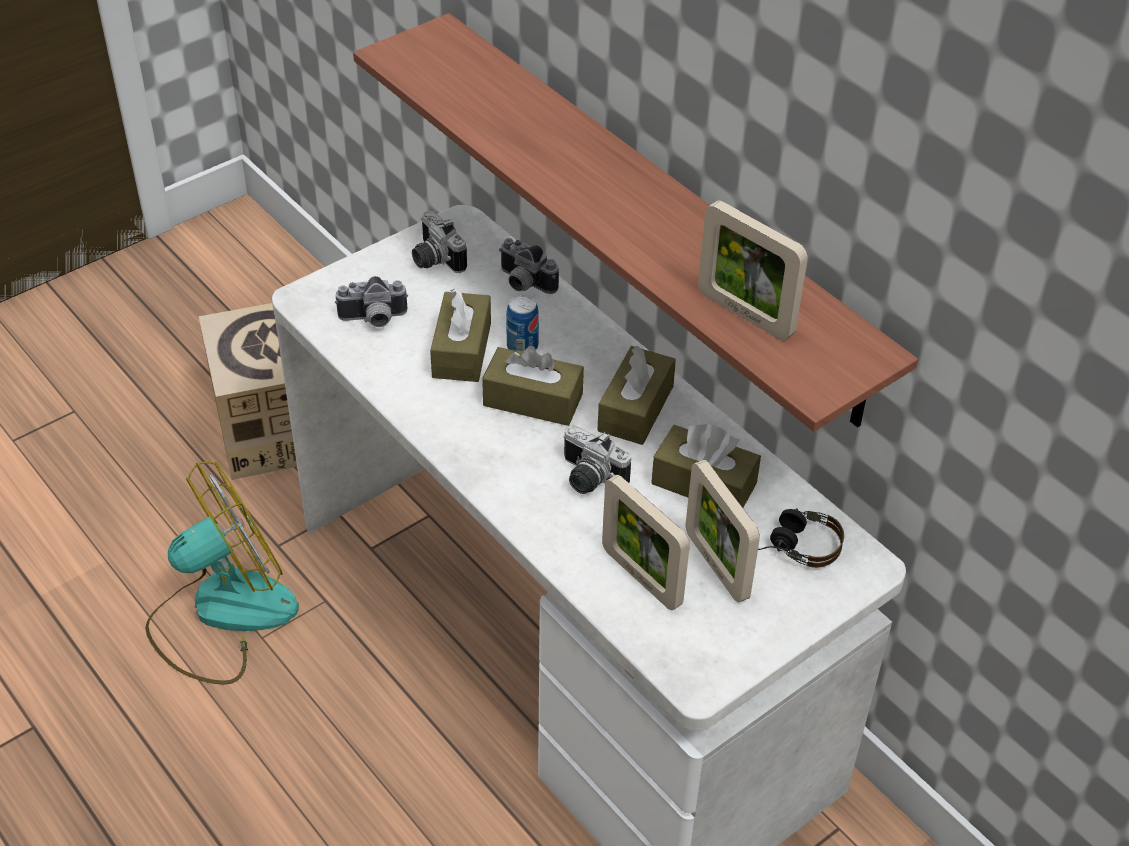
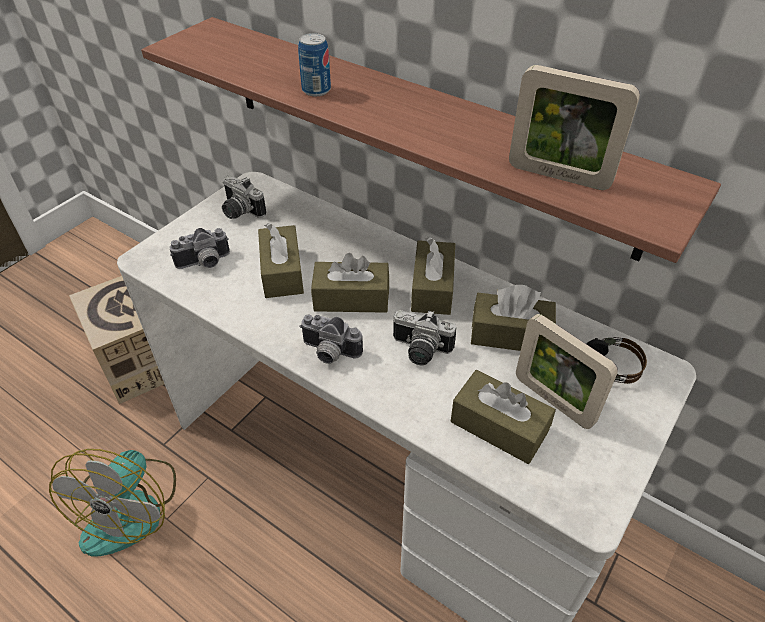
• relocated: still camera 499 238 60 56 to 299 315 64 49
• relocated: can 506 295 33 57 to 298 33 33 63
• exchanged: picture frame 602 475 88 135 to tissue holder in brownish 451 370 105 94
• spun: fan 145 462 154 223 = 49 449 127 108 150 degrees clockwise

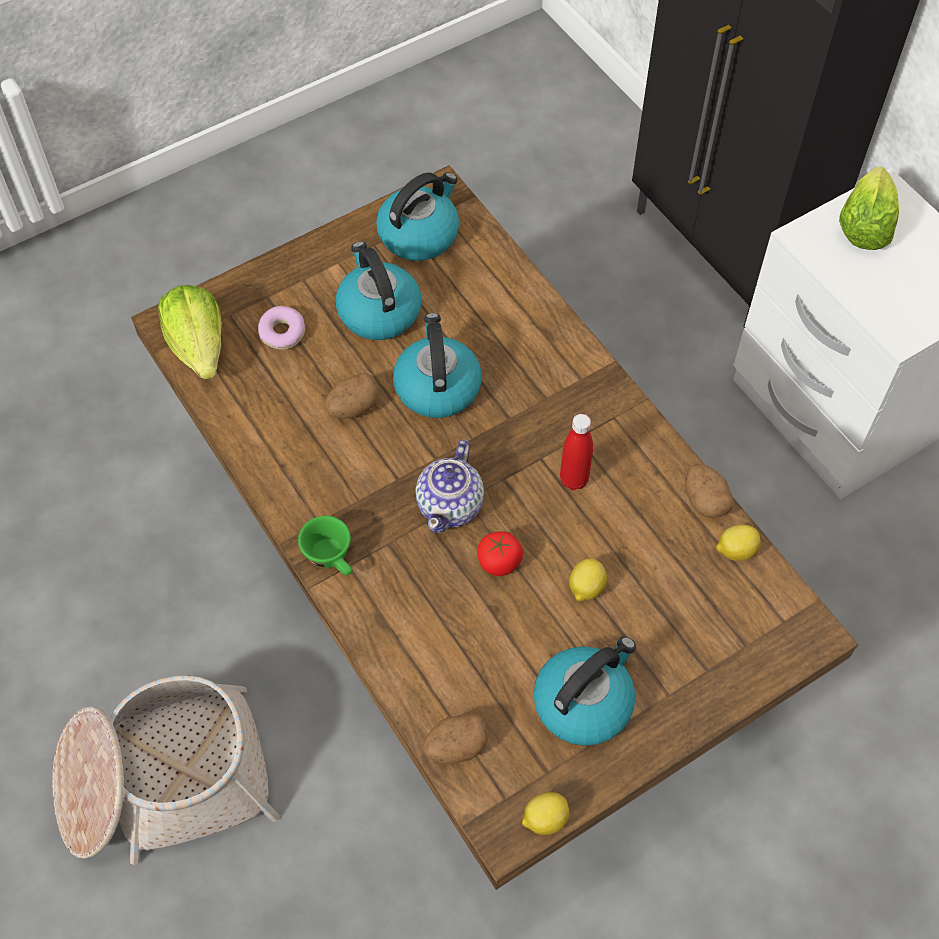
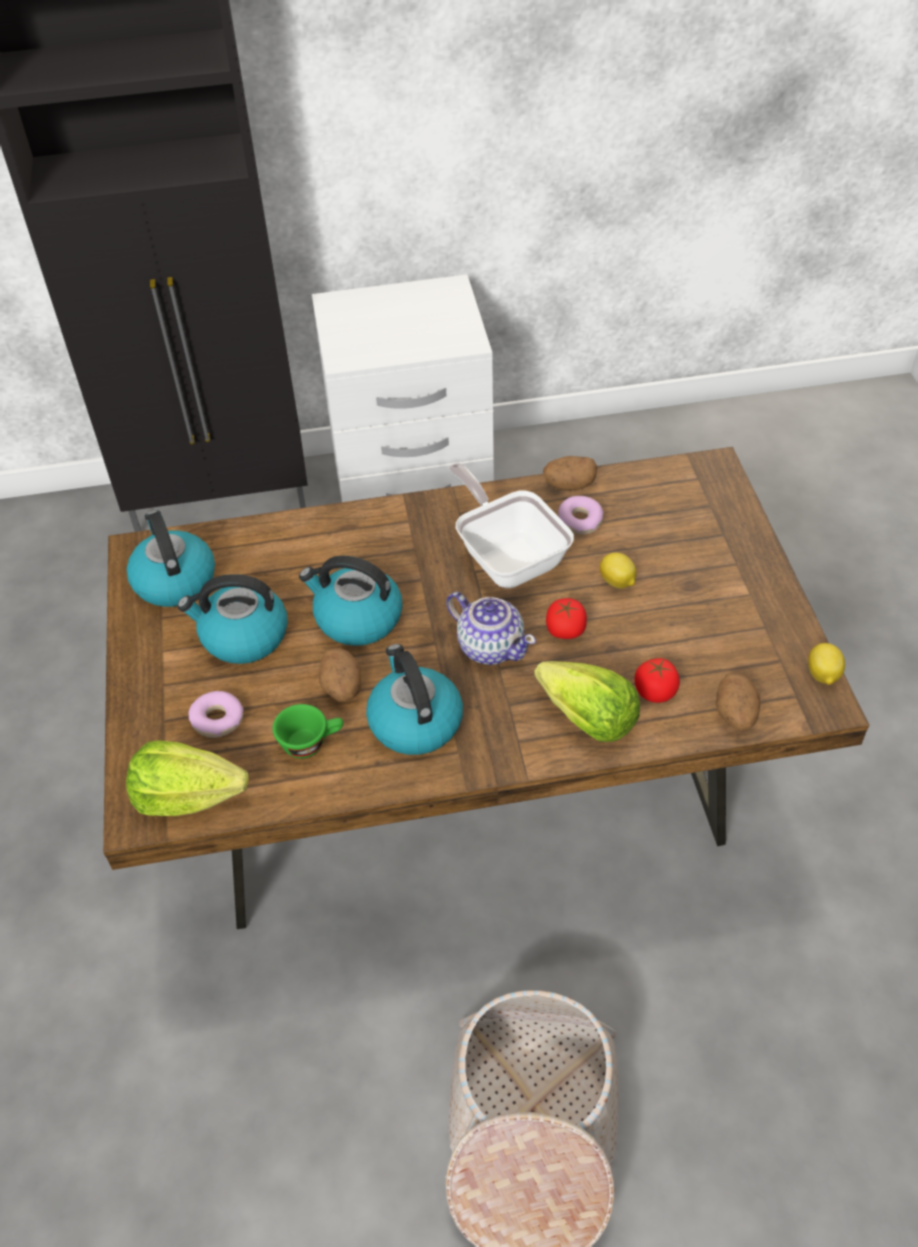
• missing: citrus fruit 716 525 45 36
• appeared: ring doughnut 558 496 45 38
• appeared: whole tomato 634 658 46 45
• relocated: drinking cup in greenish 298 516 55 59 to 273 704 70 54
• relocated: tea kettle 534 636 102 110 to 366 644 97 111
• relocated: lettuce head 839 166 60 84 to 534 661 106 81
• exchanged: beverage bottle in red 560 414 33 76 to frying pan 449 463 125 125

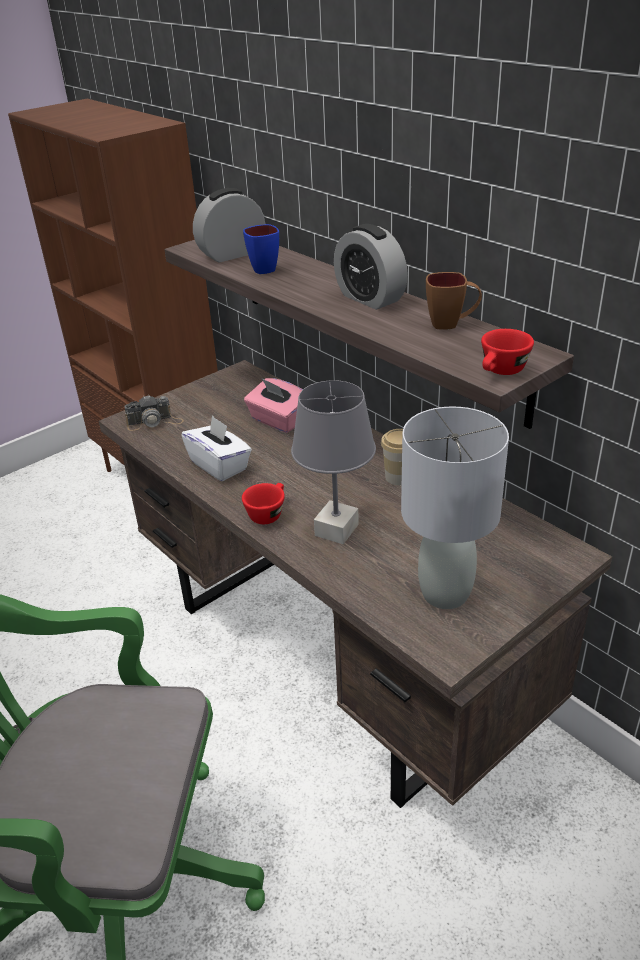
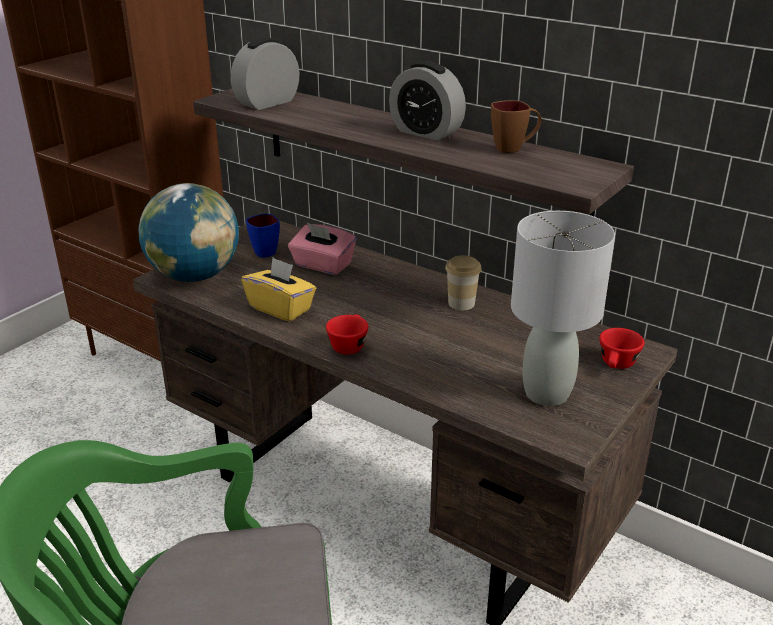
• missing: table lamp in gray 291 380 85 164
• relocated: tea mug in blue-coloured 243 224 36 50 to 246 214 34 44
• relocated: drinking cup in red 481 329 53 46 to 599 328 45 41
• exchanged: still camera 124 396 60 35 to globe 138 183 101 99
• colour: tissue holder in white-coloured 181 415 70 66 to tissue holder in yellowish 241 258 75 64

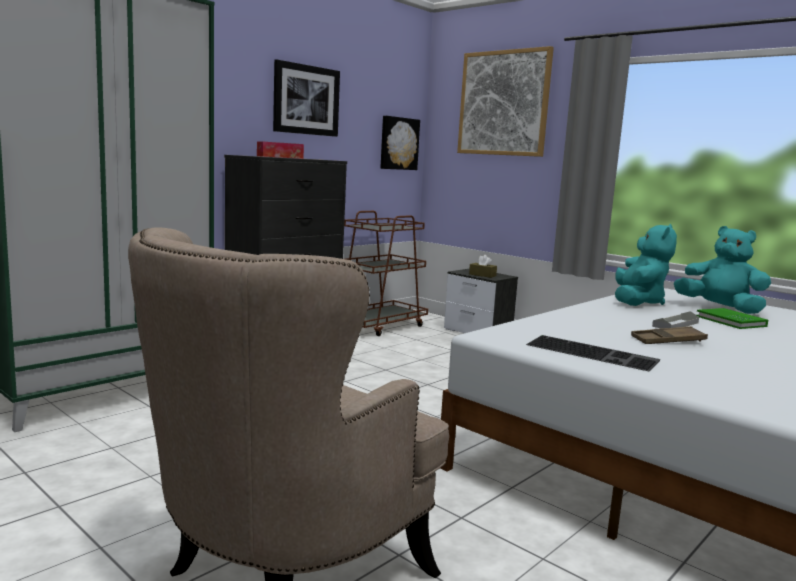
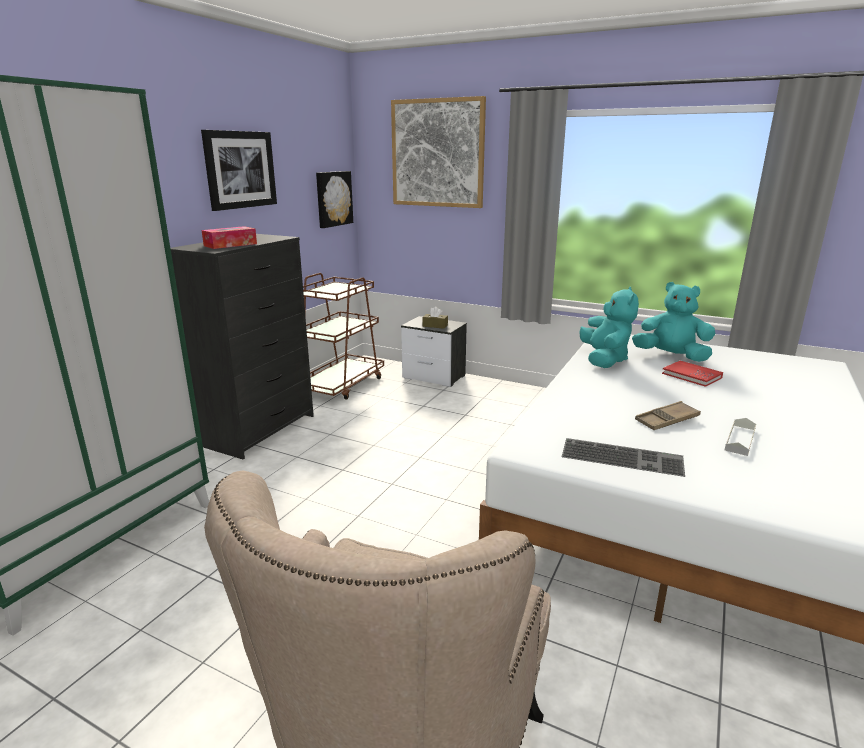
• relocated: tray in gray 652 311 47 18 to 725 418 31 38
• colour: bound book in greenish 697 308 71 21 to bound book in red 662 361 61 26

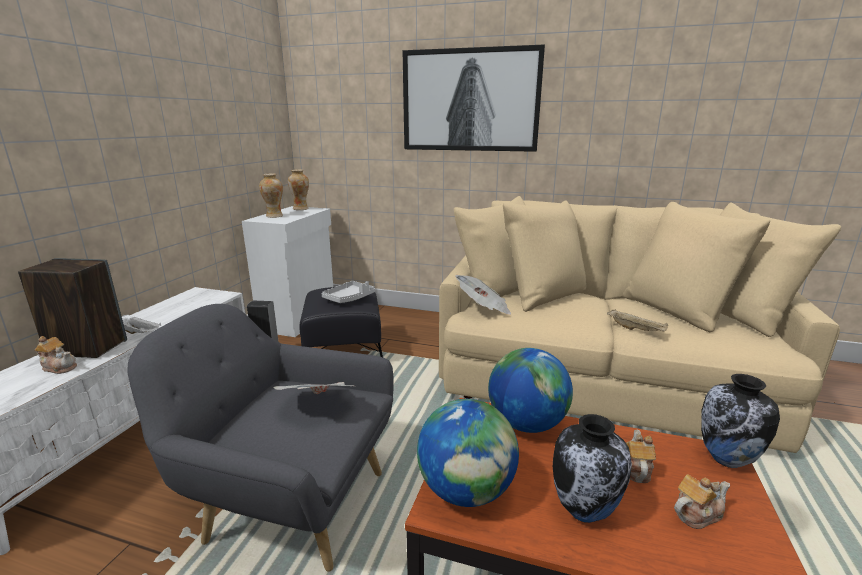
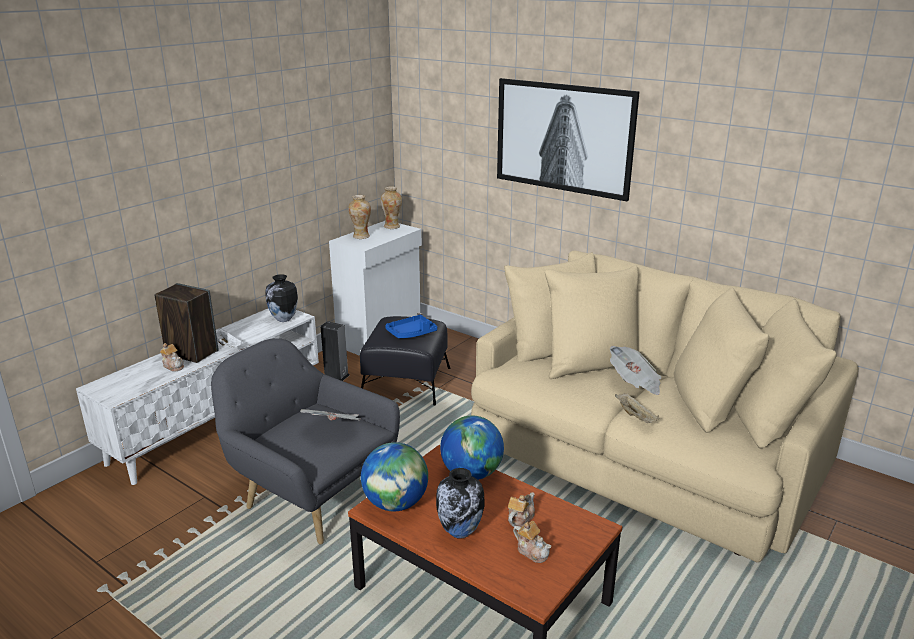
• relocated: daily paper 455 275 57 40 to 610 346 51 49
• relocated: vase 701 374 79 94 to 265 274 33 48
• colour: tray in gray 322 281 53 22 to tray in blue-coloured 385 315 52 23
• spun: pot for tea 674 474 56 55 = 513 521 38 42 45 degrees clockwise

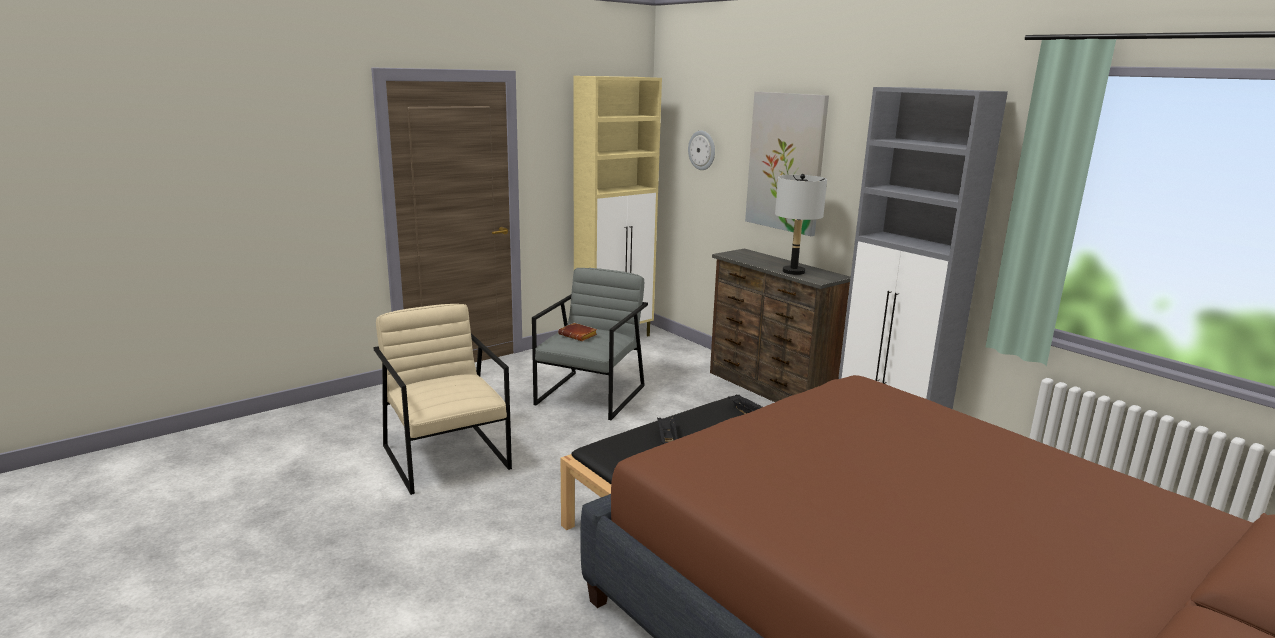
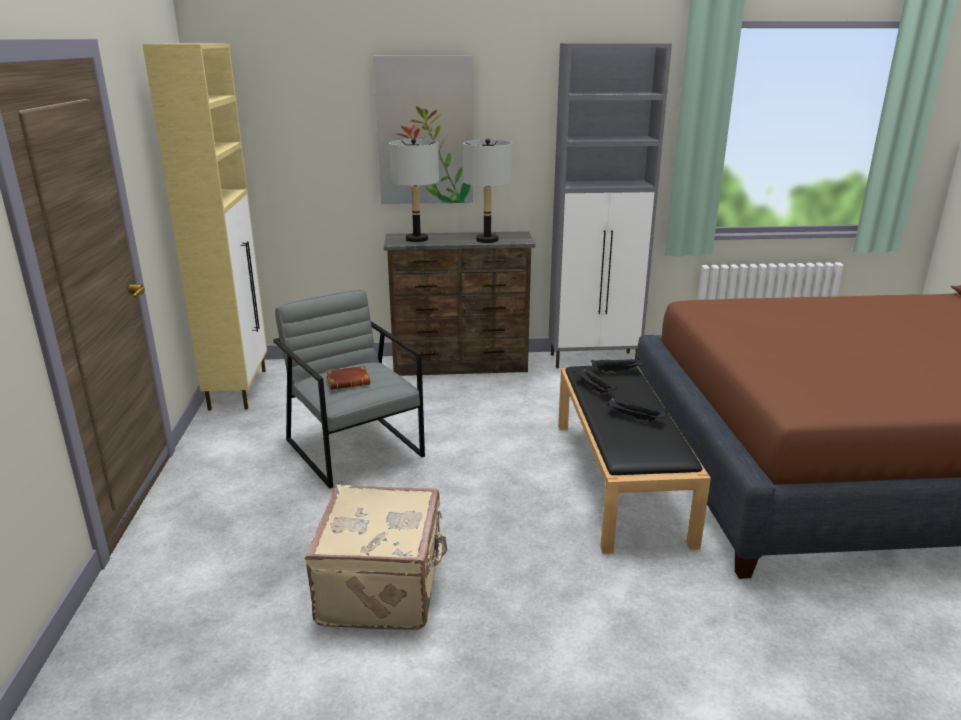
• missing: wall clock 688 131 27 39
• appeared: table lamp in gray 389 138 50 104
• appeared: tray in black-coloured 574 368 43 25
• exchanged: lounge chair in beige 373 304 139 191 to piece of luggage in beige 305 484 142 146

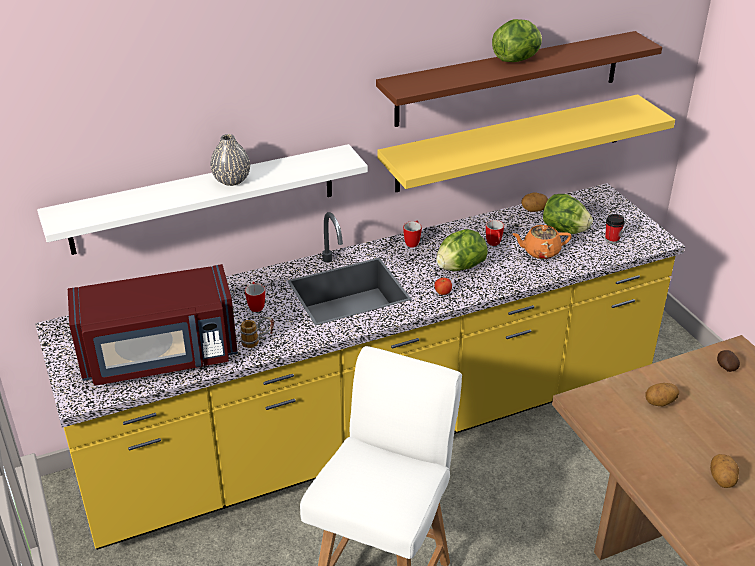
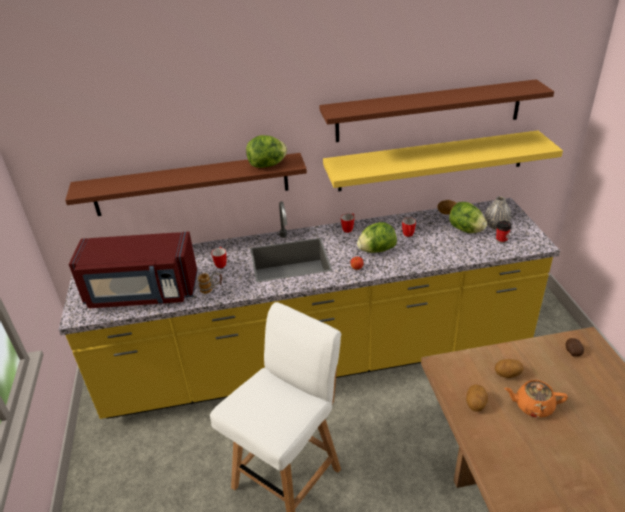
• relocated: vase in gray 211 134 39 52 to 485 196 27 34
• relocated: lettuce head 492 19 50 43 to 246 135 41 33
• relocated: pot for tea in orange-coloured 512 225 59 34 to 504 380 64 38
• relocated: spud 710 454 29 34 to 466 384 22 28
• colour: wall shelf in white-coloured 37 144 331 111 to wall shelf in brownish 65 153 242 63

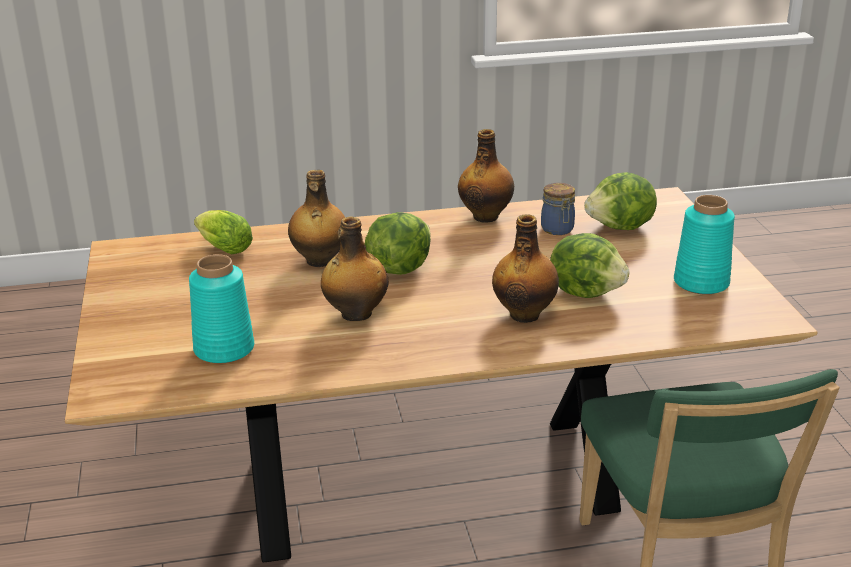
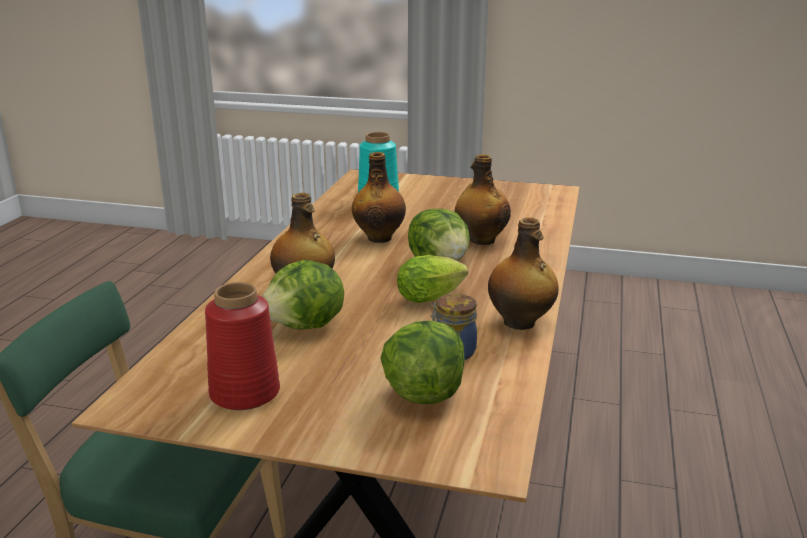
• relocated: lettuce head 194 210 59 44 to 397 255 71 48
• colour: vase in turquoise-coloured 674 195 61 100 to vase in red 205 282 75 128

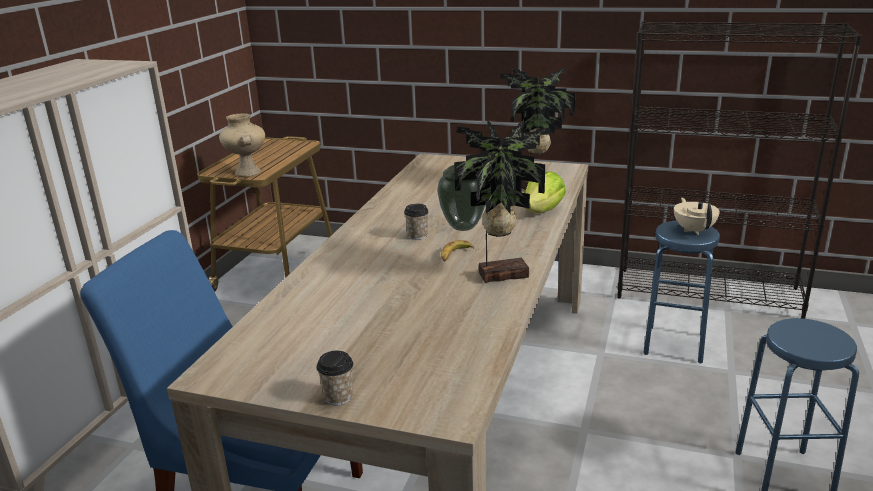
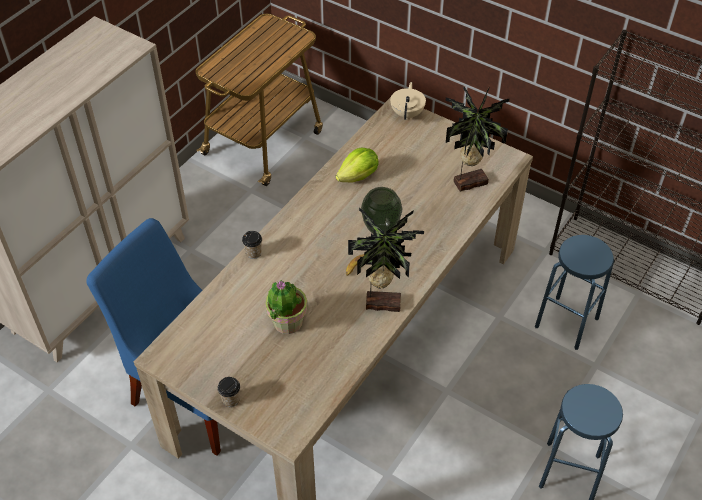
• missing: vase in beige 219 113 46 64
• appeared: plant in a pot 265 280 42 54
• relocated: drinking cup 404 204 25 36 to 242 231 20 28
• relocated: lettuce head 526 171 40 42 to 336 147 43 36
• relocated: pot for tea in beige 674 198 46 37 to 390 82 36 38

